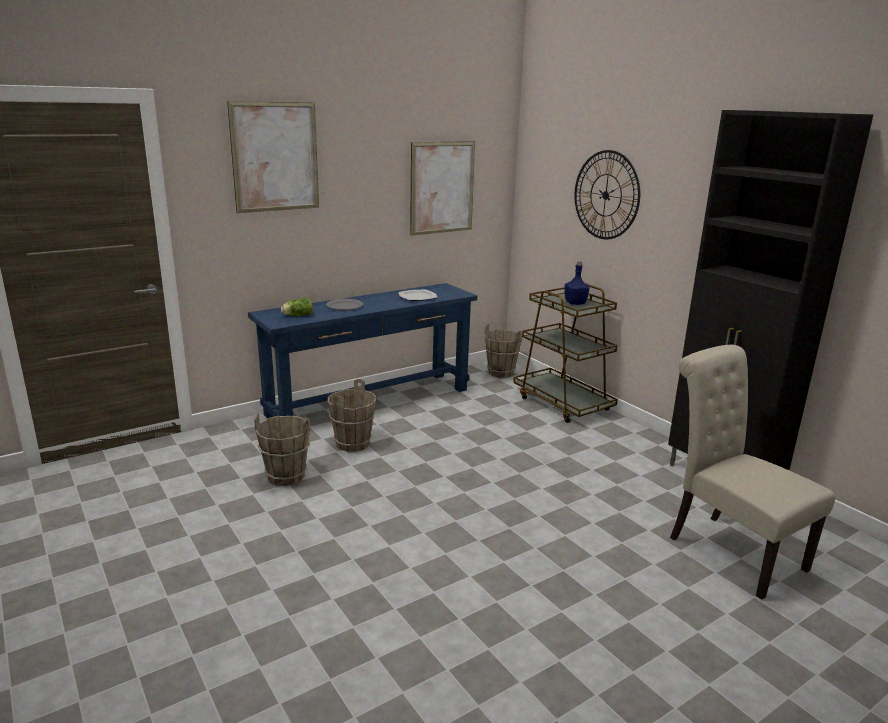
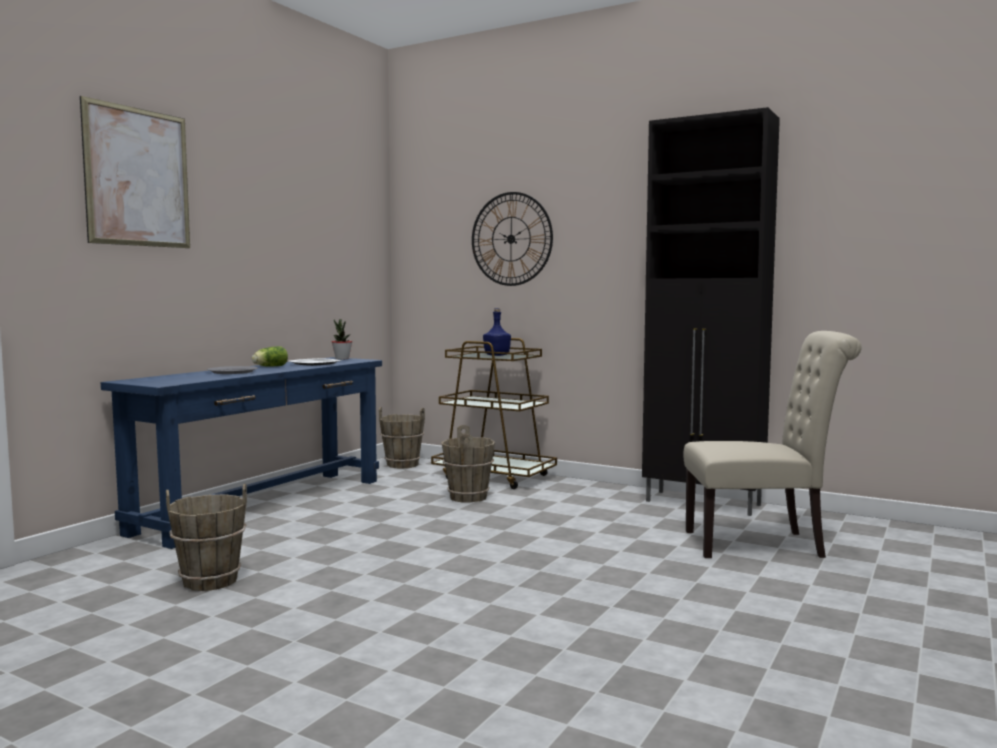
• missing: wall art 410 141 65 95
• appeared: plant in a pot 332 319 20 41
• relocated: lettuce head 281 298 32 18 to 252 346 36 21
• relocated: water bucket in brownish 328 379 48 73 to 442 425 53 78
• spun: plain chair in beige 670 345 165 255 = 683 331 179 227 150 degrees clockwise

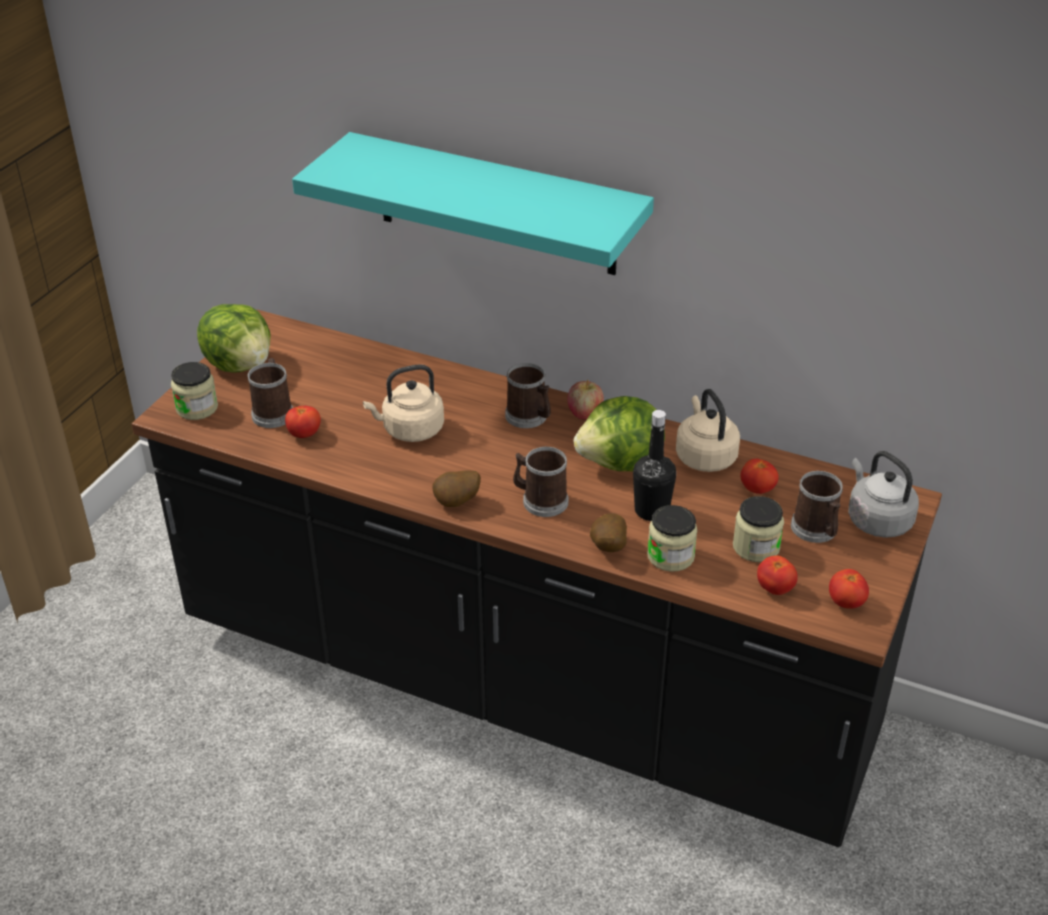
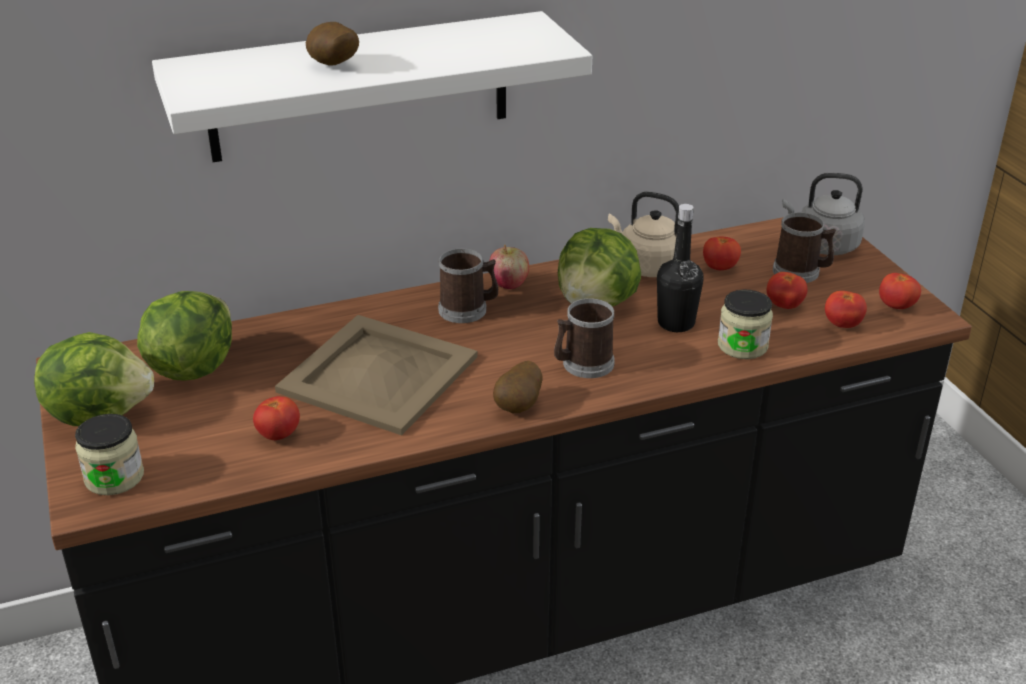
• missing: tea mug 247 358 46 70
• appeared: lettuce head 137 291 95 90
• relocated: spud 590 513 37 39 to 306 22 53 44
• exchanged: tea kettle in beige 363 364 81 78 to tray in beige 275 315 203 120
• exchanged: preserve jar 733 496 51 66 to whole tomato 767 272 40 37
• colour: wall shelf in turquoise-coloured 292 132 362 143 to wall shelf in white-coloured 152 11 440 151

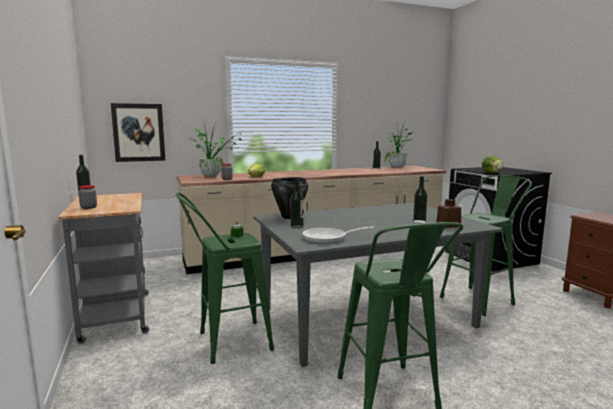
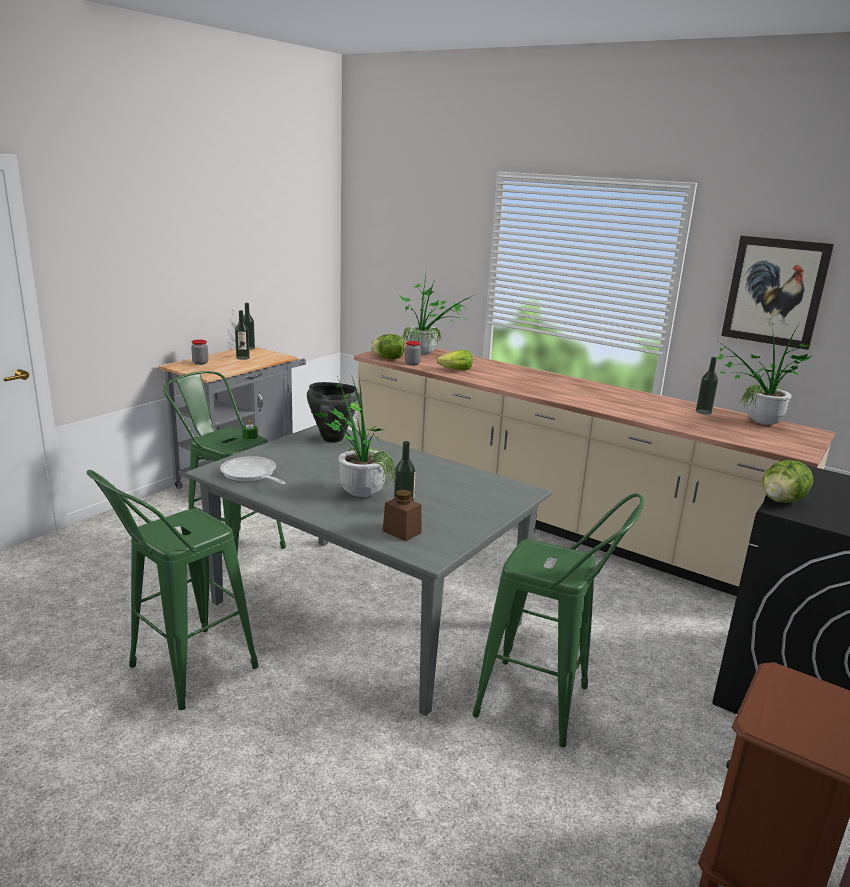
• appeared: plant in a pot 312 375 83 122
• appeared: lettuce head 371 334 34 25
• relocated: wall art 111 103 54 59 to 721 236 113 114
• relocated: beverage bottle 290 179 14 50 to 235 310 15 50

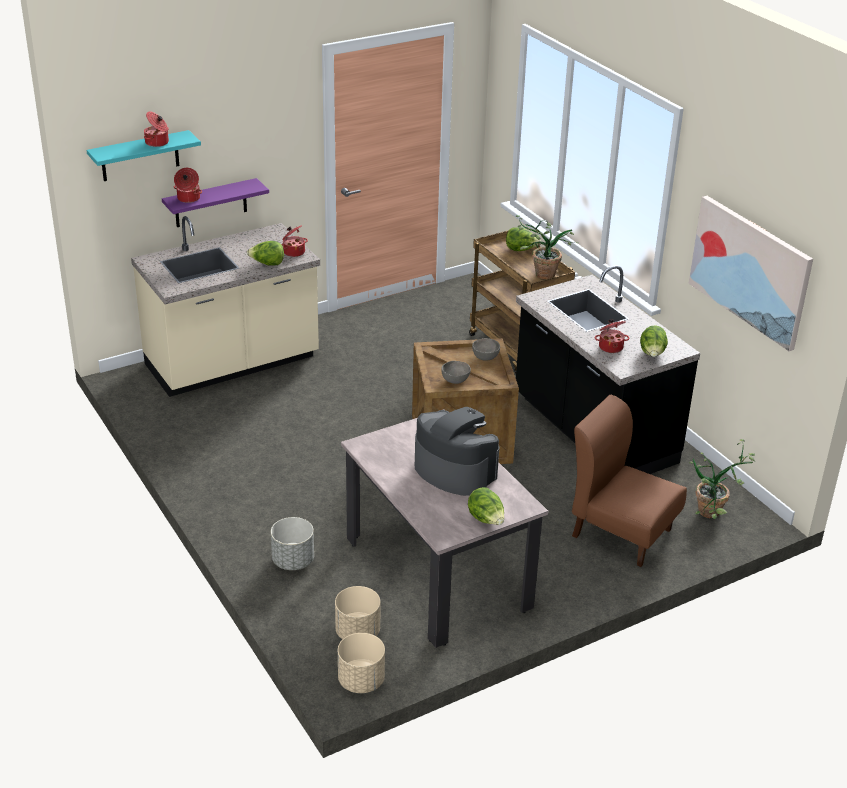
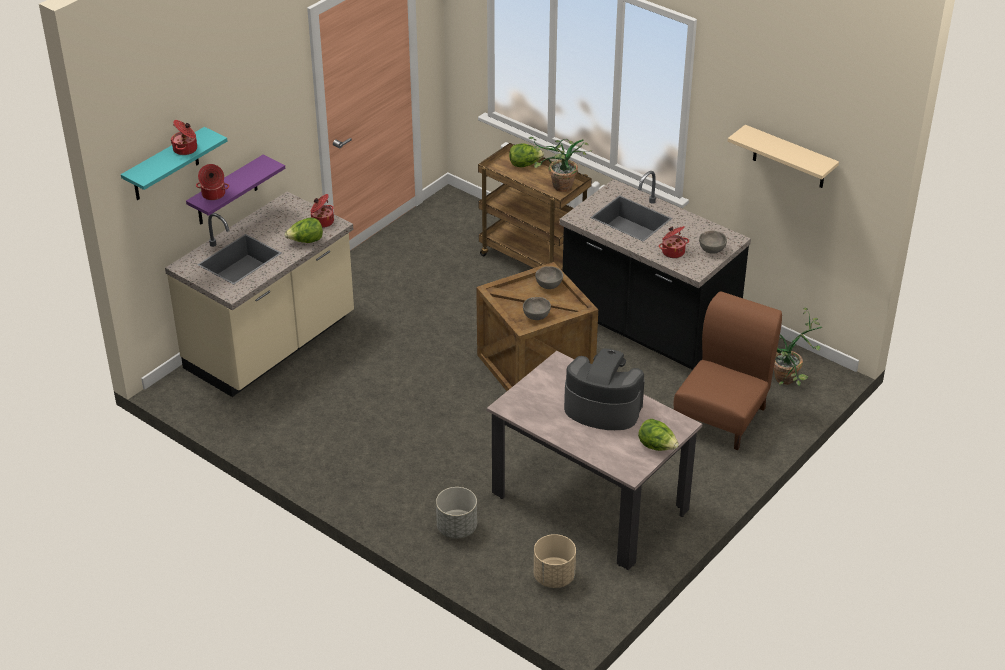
• missing: planter in beige 338 633 47 60
• exchanged: lettuce head 640 325 28 32 to serving bowl in gray 699 230 28 24
• exchanged: wall art 689 196 124 155 to wall shelf in beige 728 125 111 63
• spun: plain chair in brownish 572 395 115 172 = 673 291 109 159 105 degrees clockwise

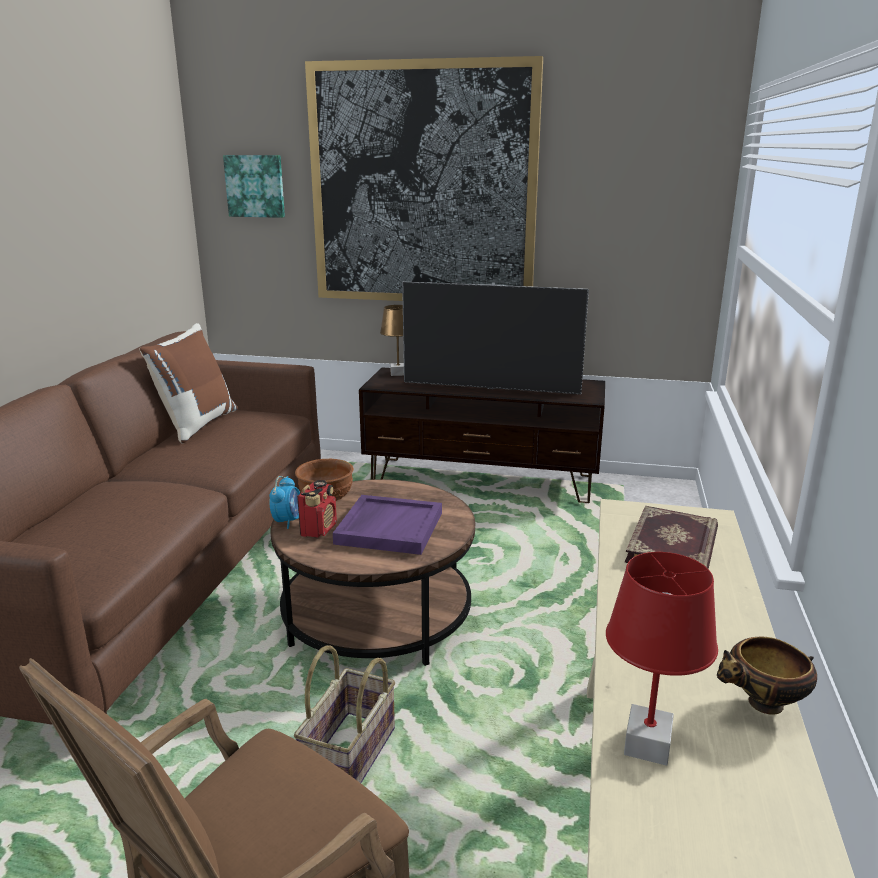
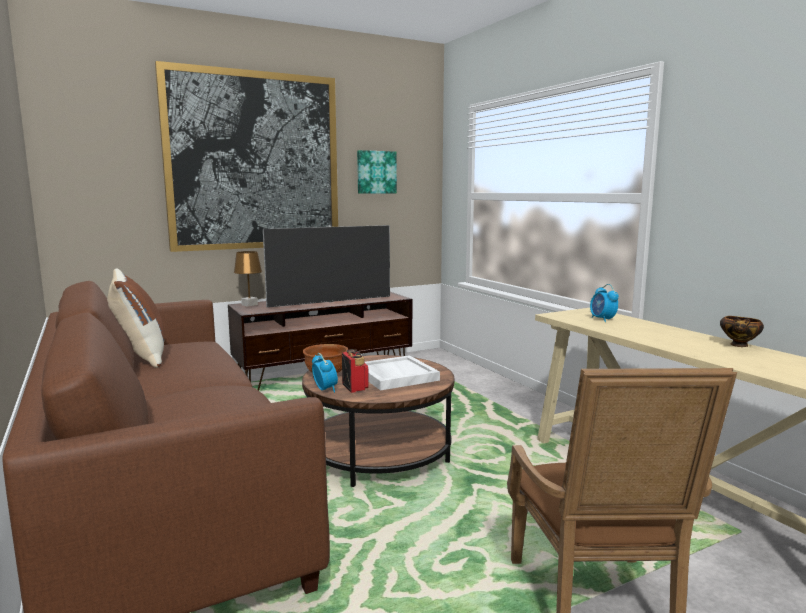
• missing: household basket 294 645 101 138
• missing: table lamp in red 606 552 112 214
• relocated: wall art 223 155 62 63 to 357 150 40 44
• exchanged: bound book 625 506 93 63 to bedside clock 590 284 29 38
• colour: tray in purple 333 495 109 60 to tray in white-coloured 364 355 76 36

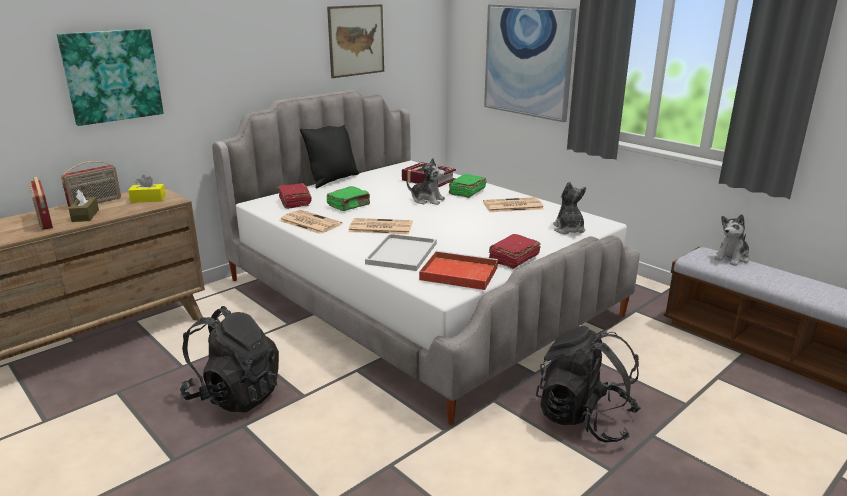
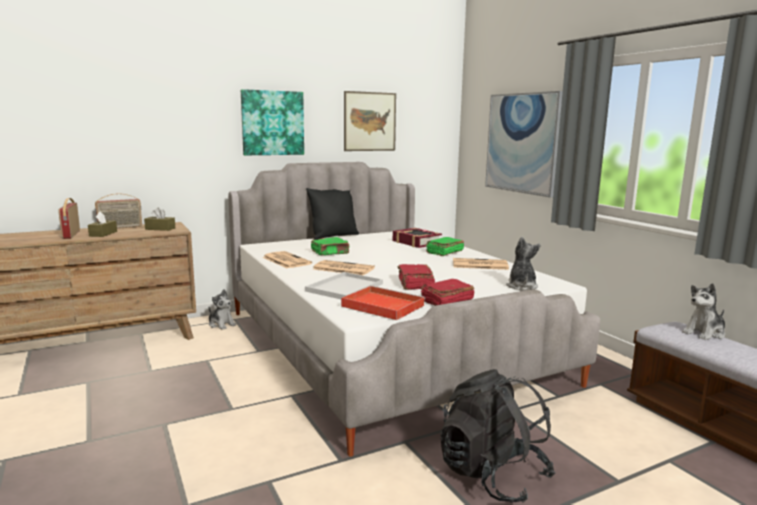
• missing: backpack in black-coloured 180 306 99 107
• relocated: wall art 57 29 107 97 to 241 89 63 66
• relocated: bound book in red 277 183 35 26 to 398 264 37 26
• relocated: plush toy 407 158 39 47 to 209 289 27 41
• colour: tissue holder in yellowish 128 175 38 28 to tissue holder in brownish 144 208 31 23

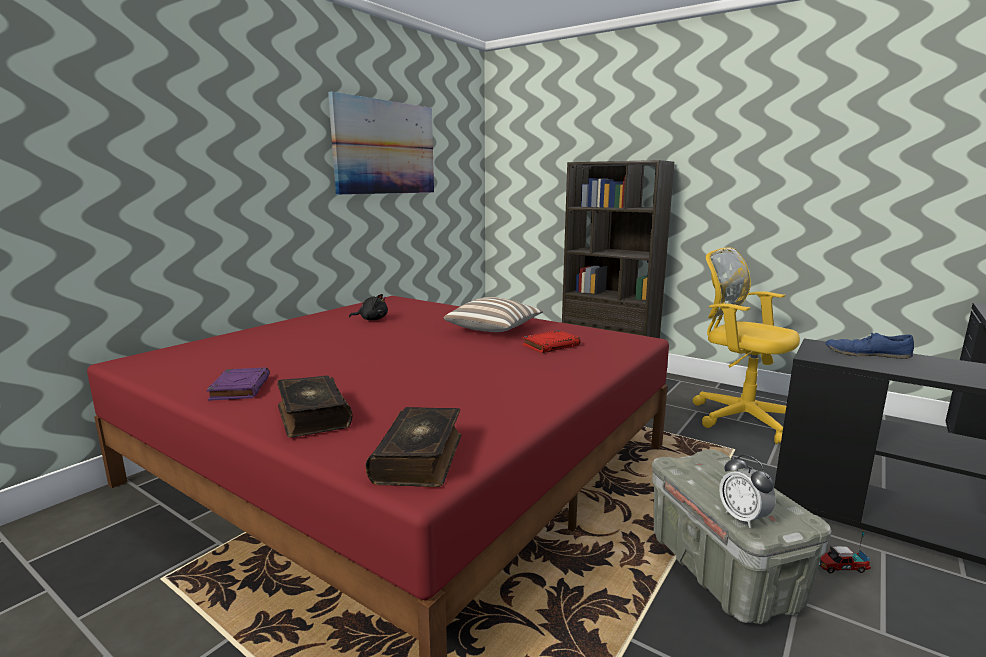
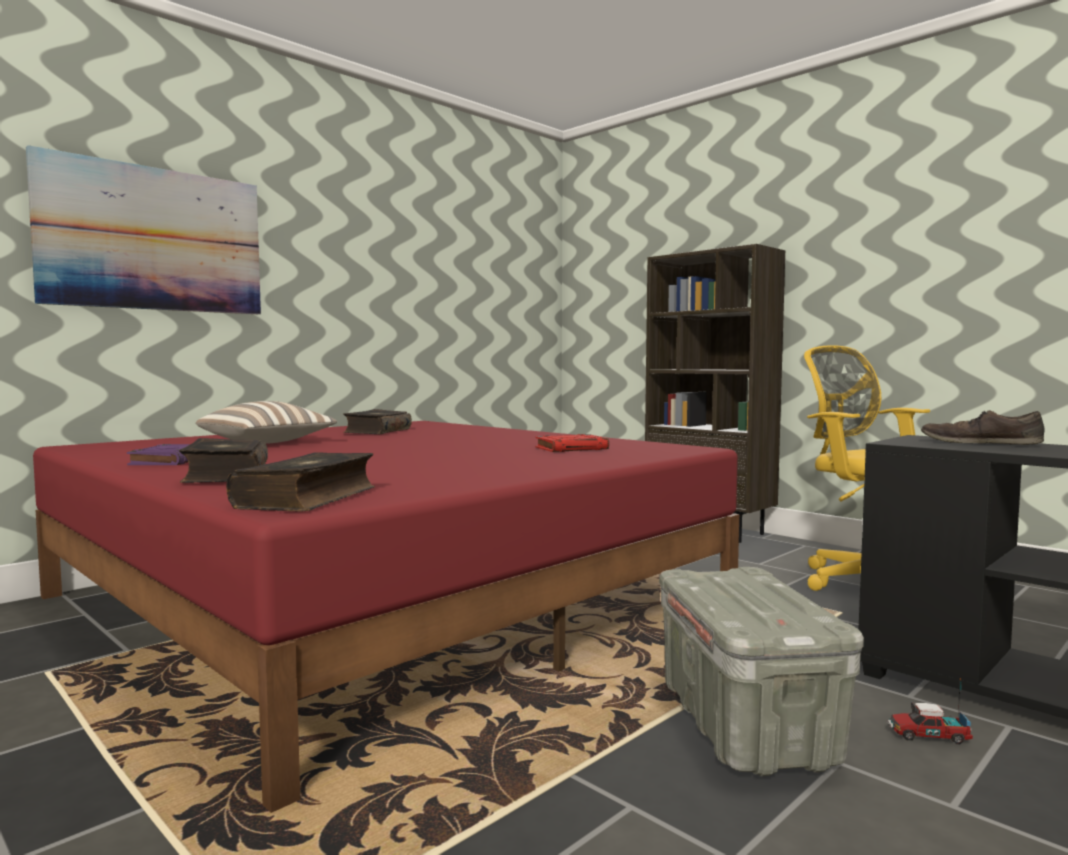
• missing: bedside clock 719 454 57 74
• relocated: wall art 328 92 106 103 to 26 145 235 169
• relocated: throw pillow 443 297 101 35 to 196 401 142 43
• exchanged: plush toy in black-coloured 349 294 39 26 to bound book 343 409 69 25
• colour: shoe in blue-coloured 825 332 89 27 to shoe in brownish 921 410 124 35

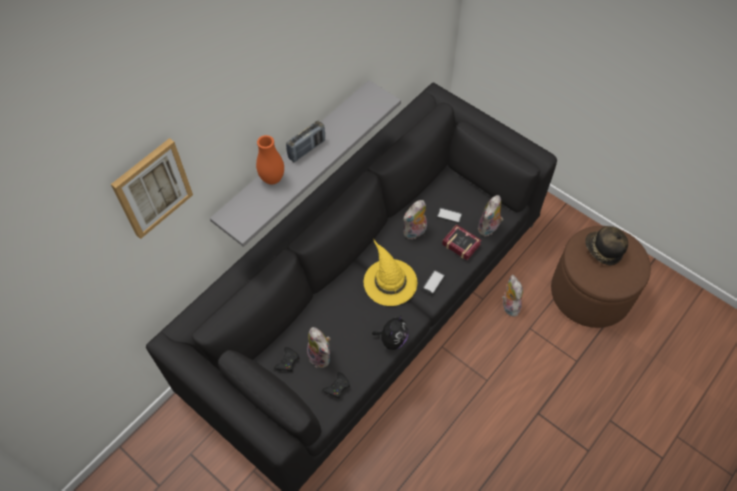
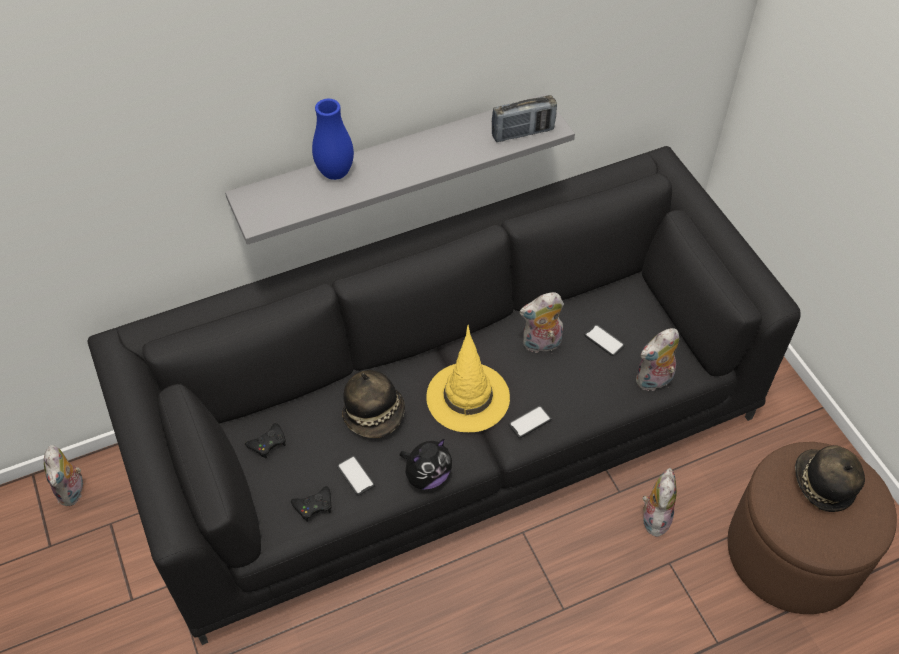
• missing: wall art 111 138 82 101
• missing: bound book 442 224 40 36
• appeared: handset 337 455 38 40
• appeared: hat 342 370 63 68
• relocated: radio receiver 286 121 39 41 to 492 95 65 47
• relocated: plush toy 307 327 23 41 to 44 445 39 61
• colour: vase in orange-coloured 256 135 28 50 to vase in blue-coloured 312 99 42 81

